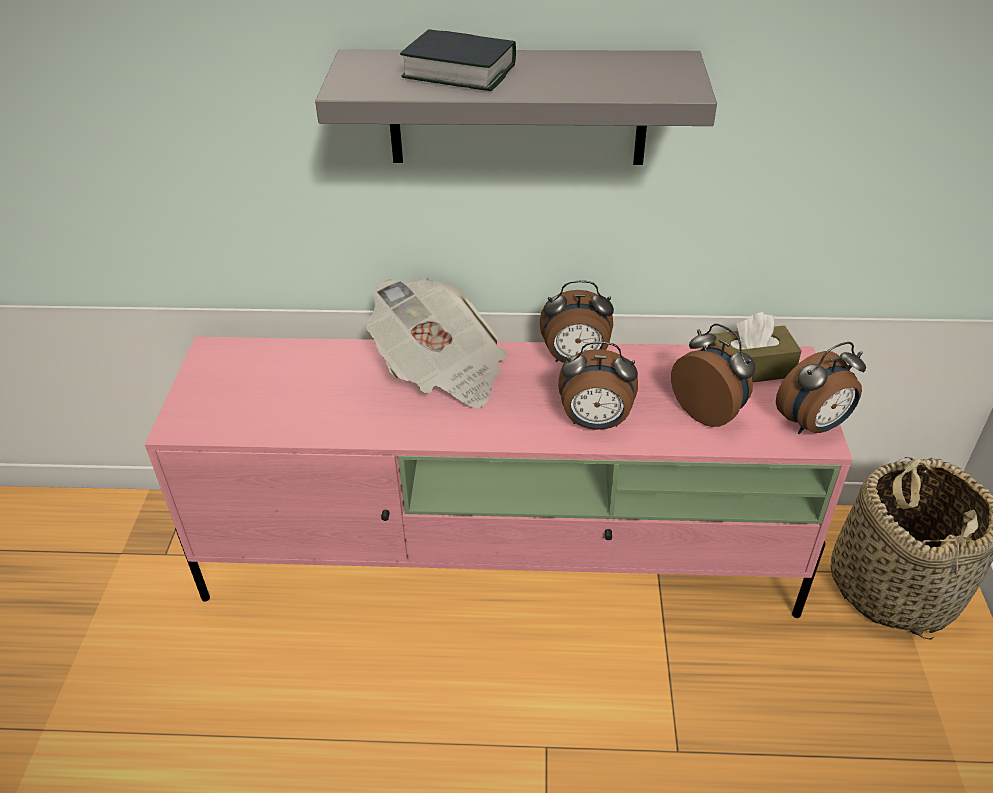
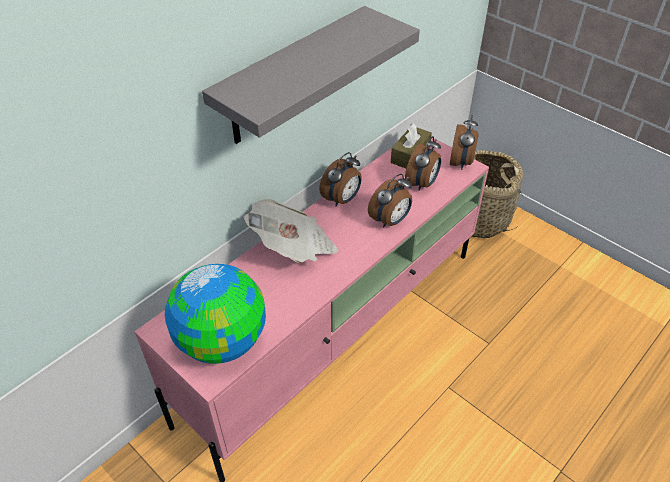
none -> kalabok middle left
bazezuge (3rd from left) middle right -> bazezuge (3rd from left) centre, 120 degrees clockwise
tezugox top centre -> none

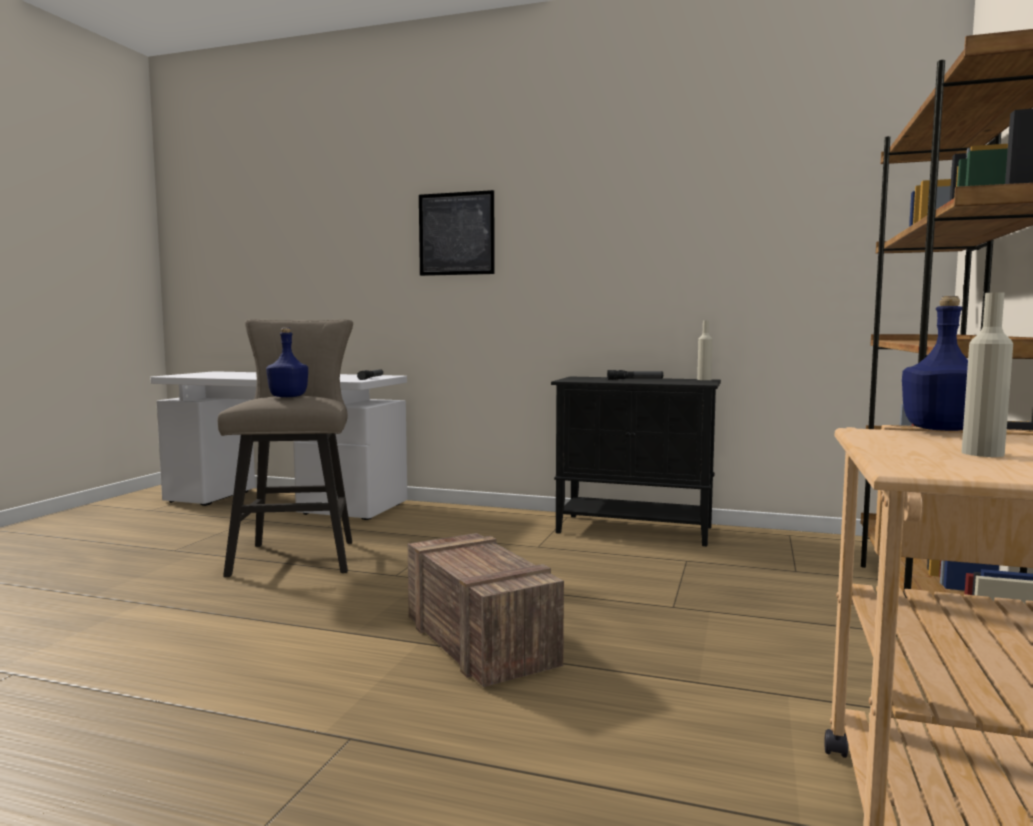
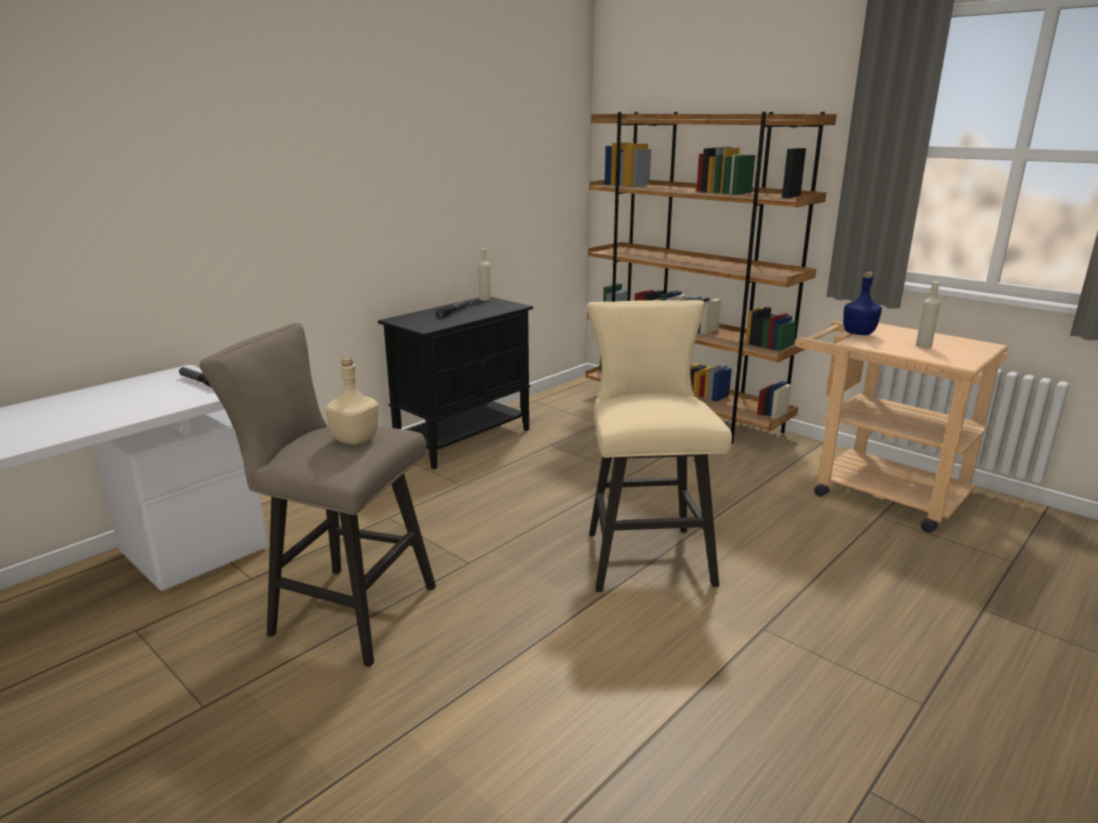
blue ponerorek (1st from left) middle left -> beige ponerorek (1st from left) middle left
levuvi bottom centre -> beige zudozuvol (2nd from left) centre
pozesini top centre -> none

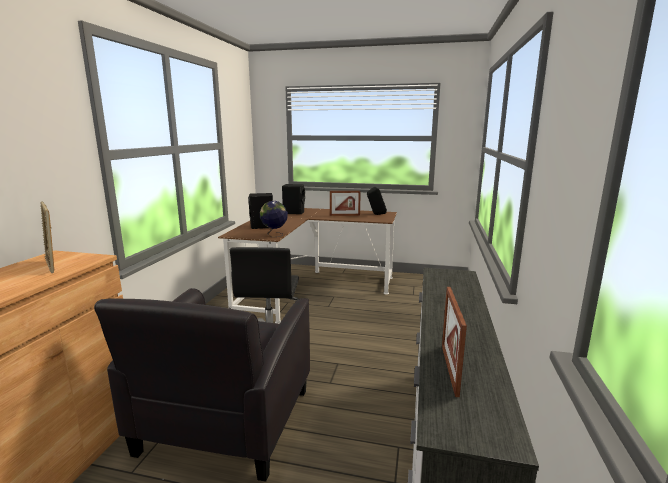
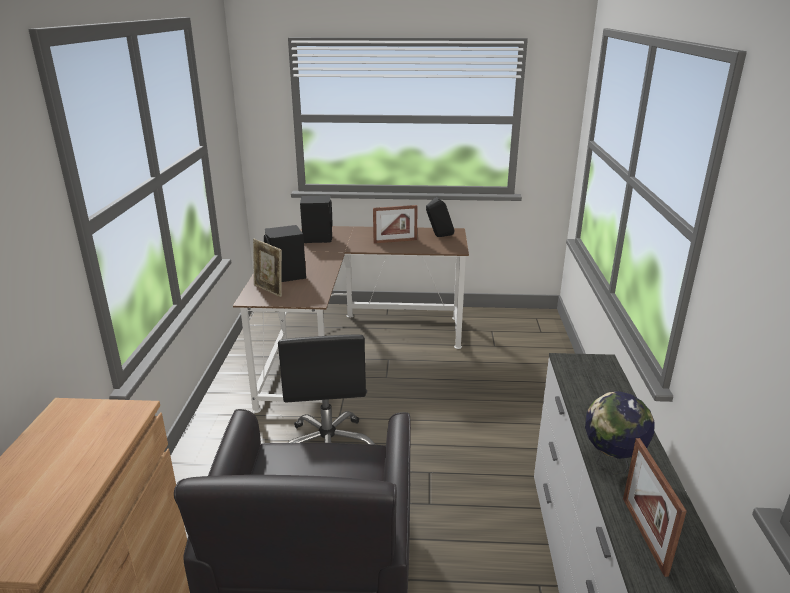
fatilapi (1st from left) middle left -> fatilapi (1st from left) centre, move
kalabok centre -> kalabok bottom right, move

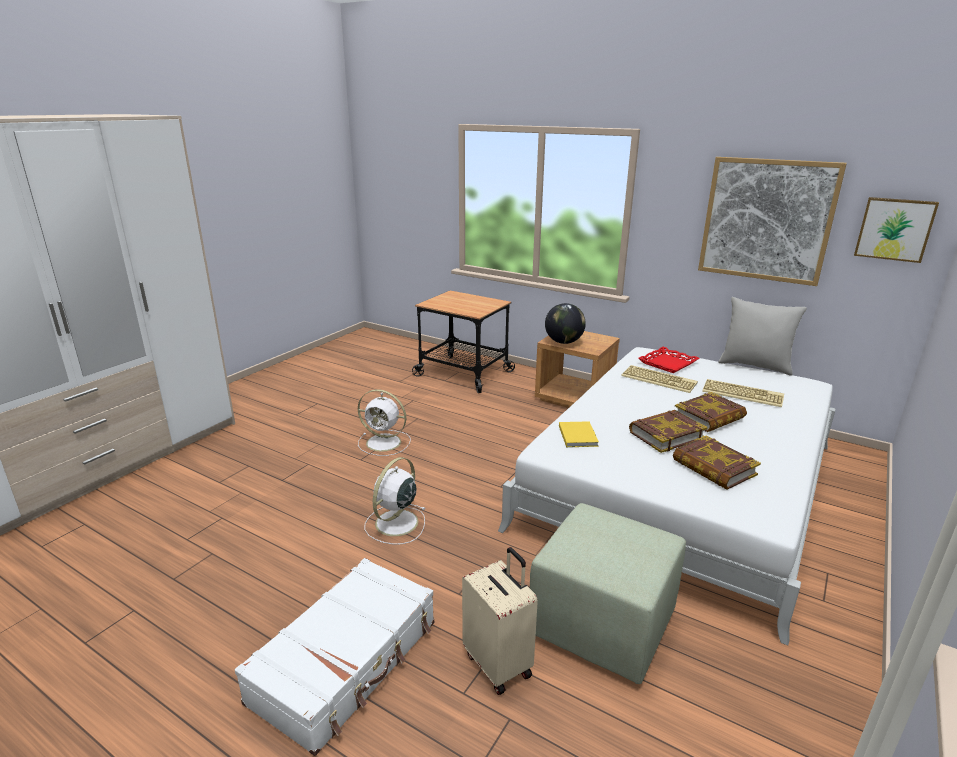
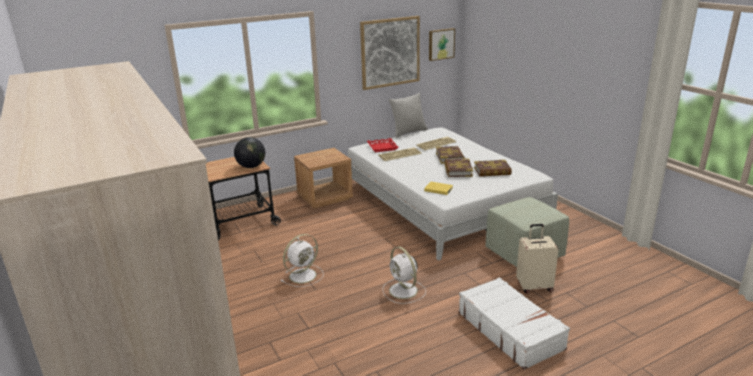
kalabok centre -> kalabok middle left, move

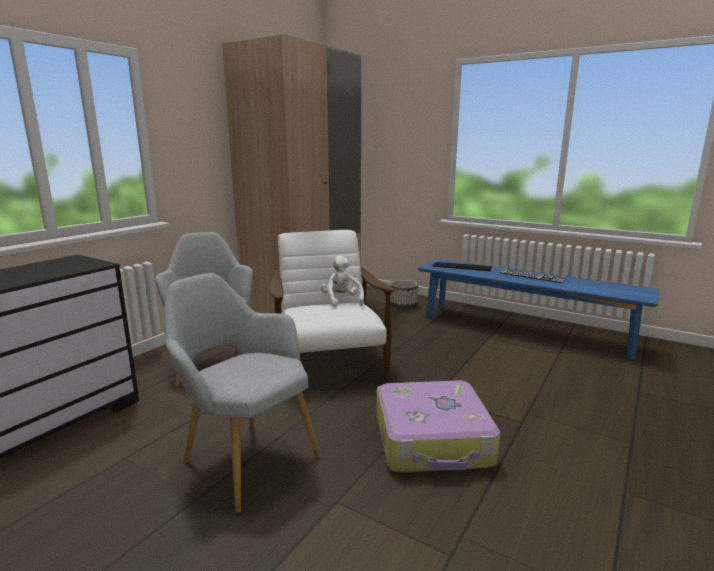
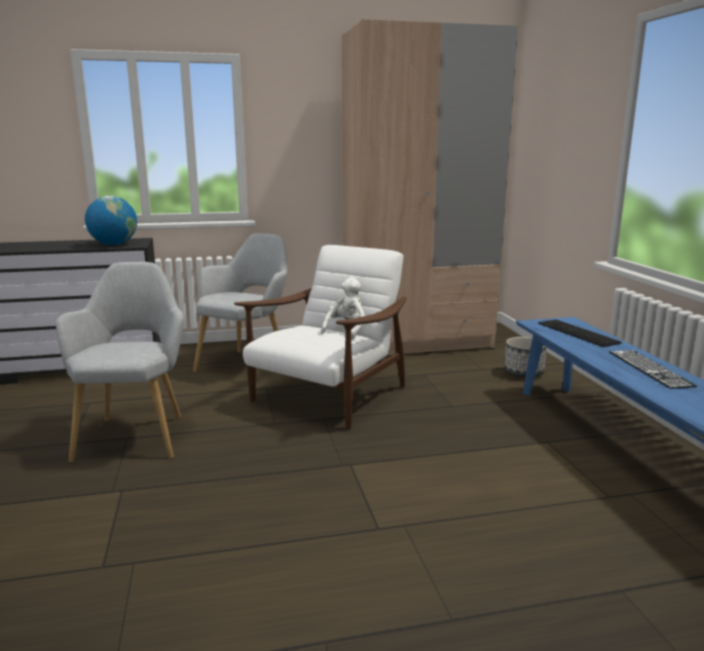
none -> kalabok middle left
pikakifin bottom centre -> none

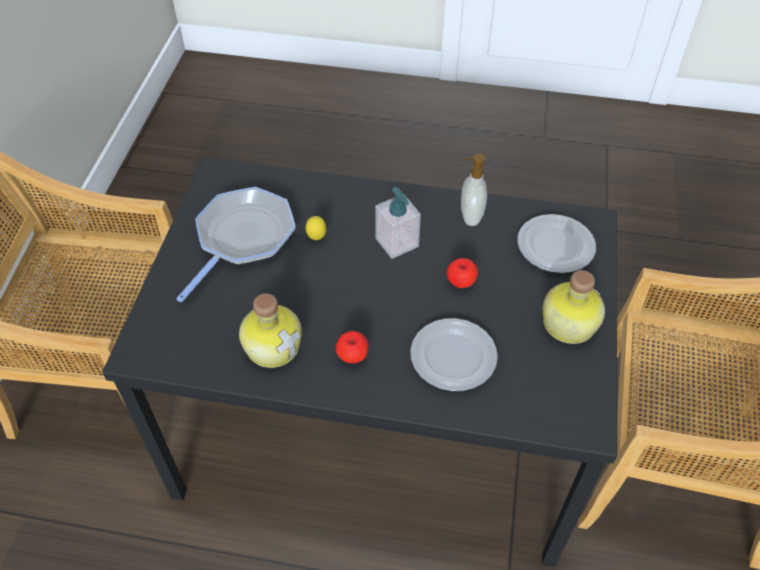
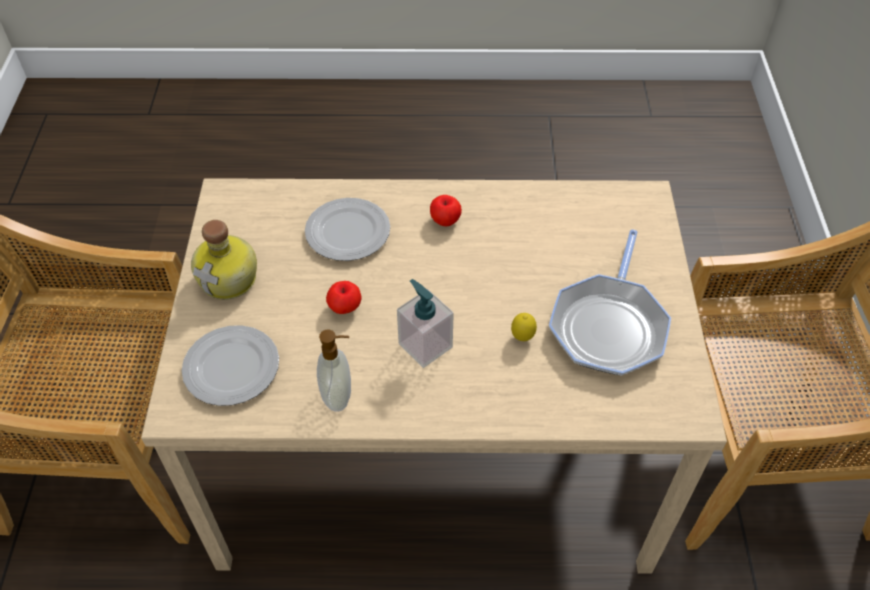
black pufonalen centre -> beige pufonalen centre
ponerorek (1st from left) centre -> none

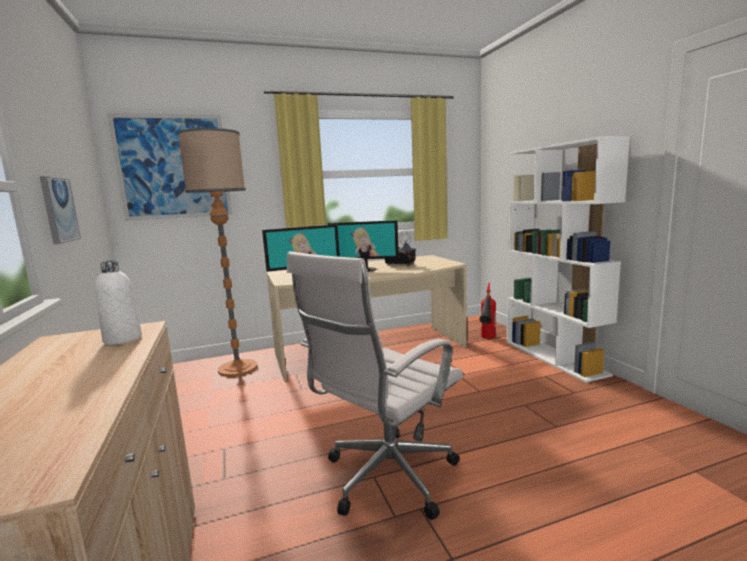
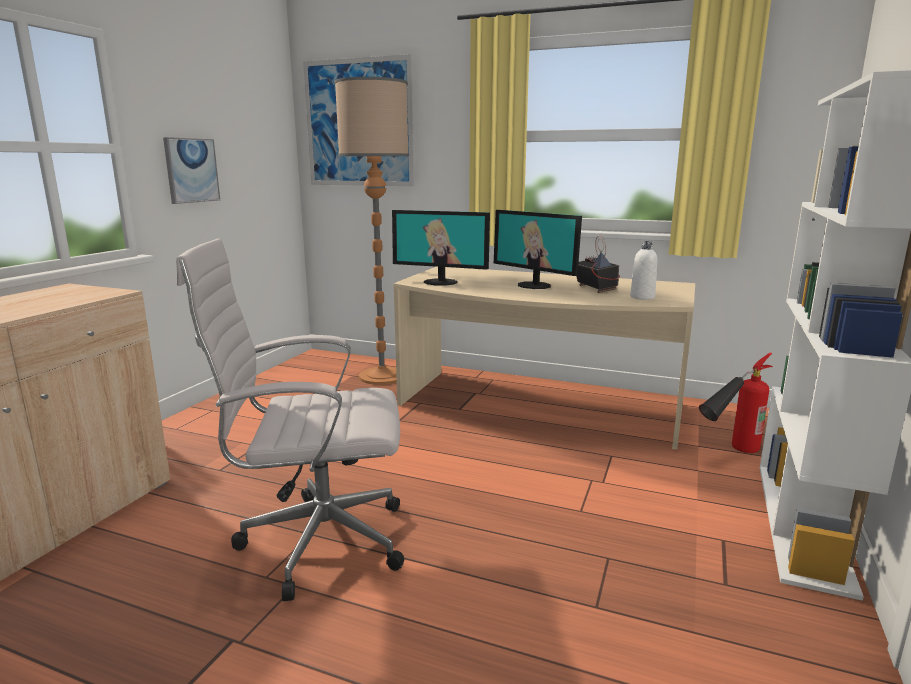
white ponerorek middle left -> white ponerorek middle right, move

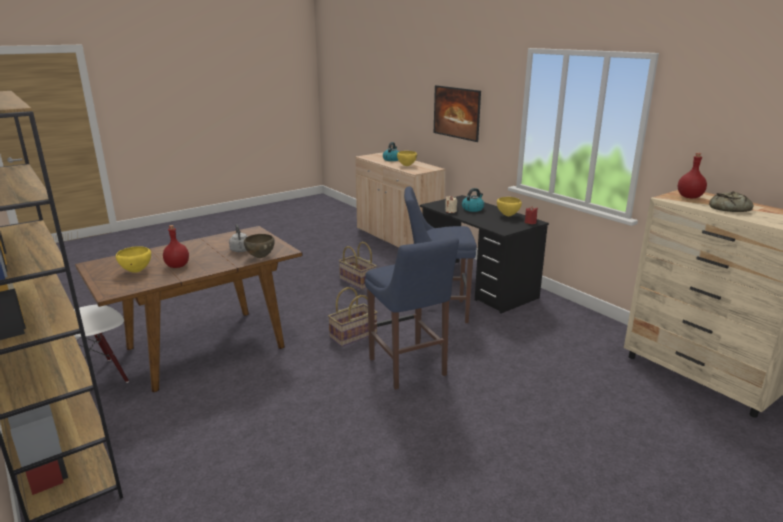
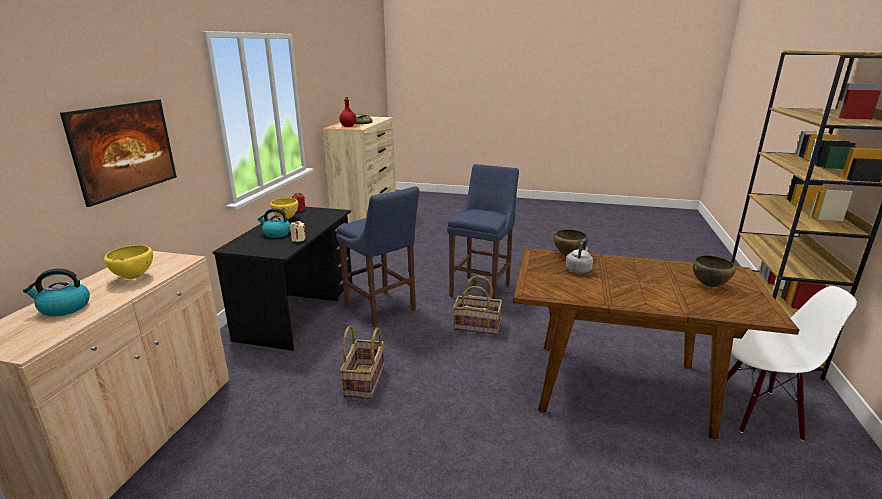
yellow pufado (1st from left) middle left -> brown pufado (2nd from left) middle right
red ponerorek (1st from left) middle left -> none

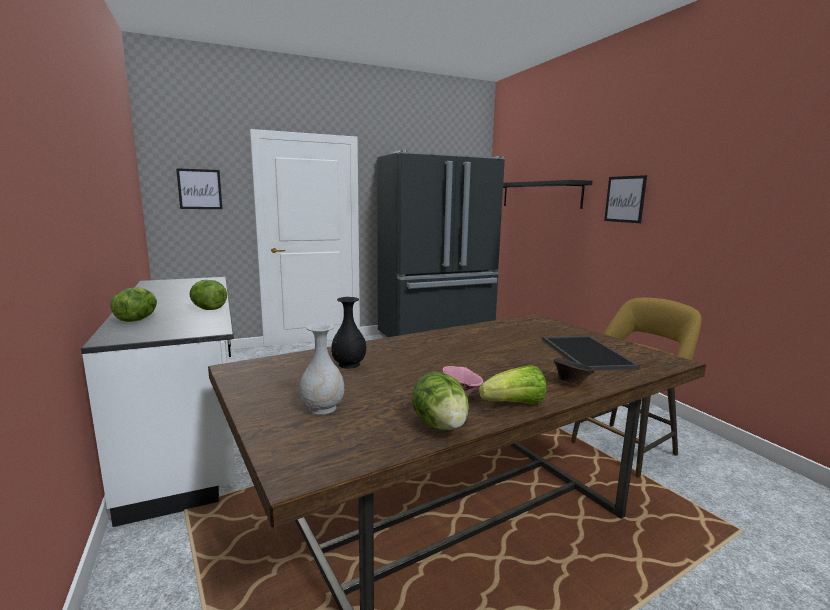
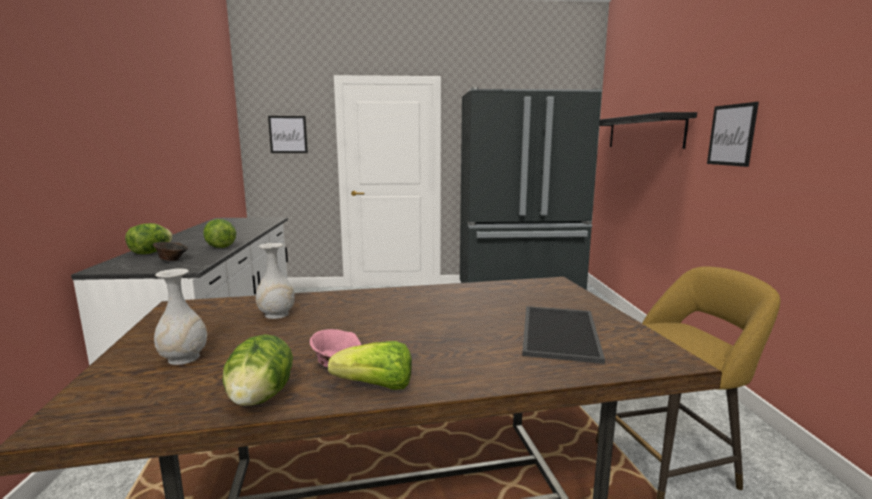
brown pufado middle right -> brown pufado middle left, move
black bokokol centre -> white bokokol (2nd from left) middle left

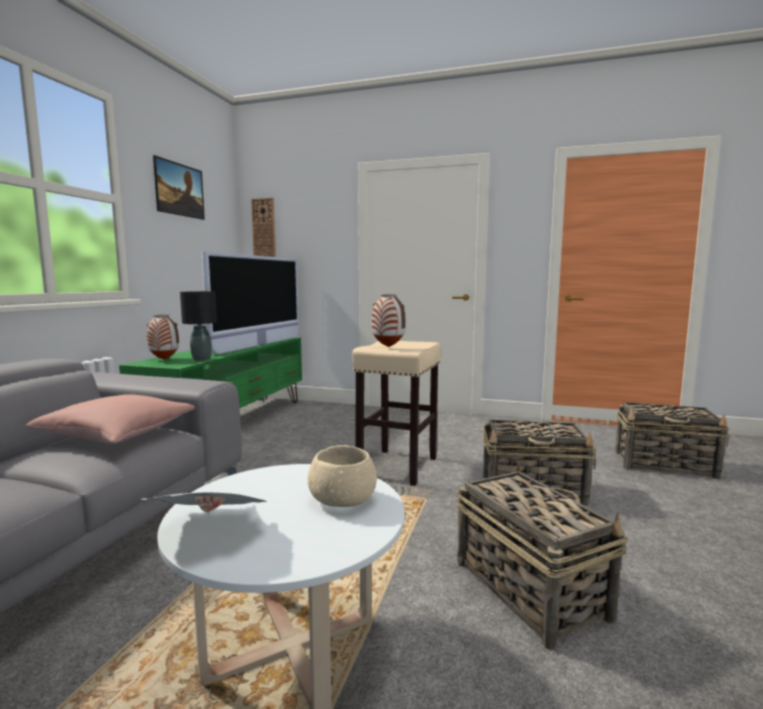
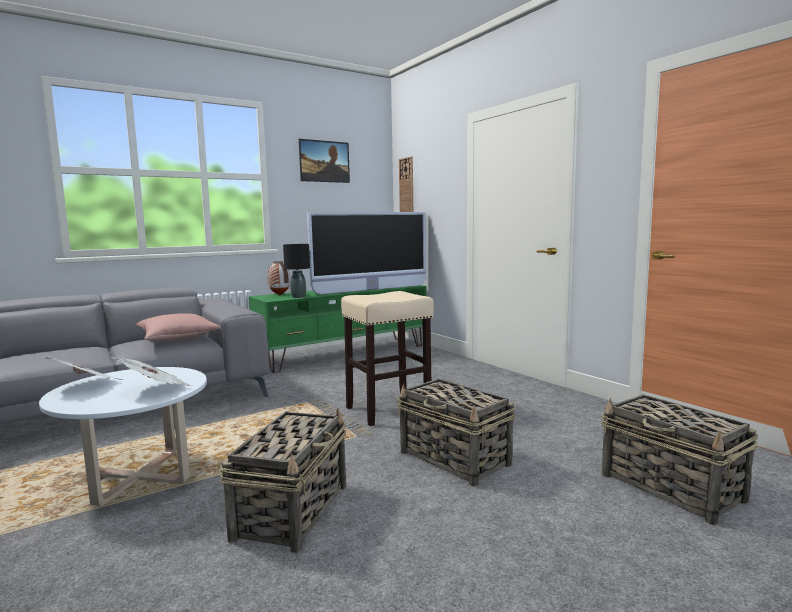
beige pufado bottom centre -> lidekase (2nd from left) middle left
bokokol (2nd from left) centre -> none

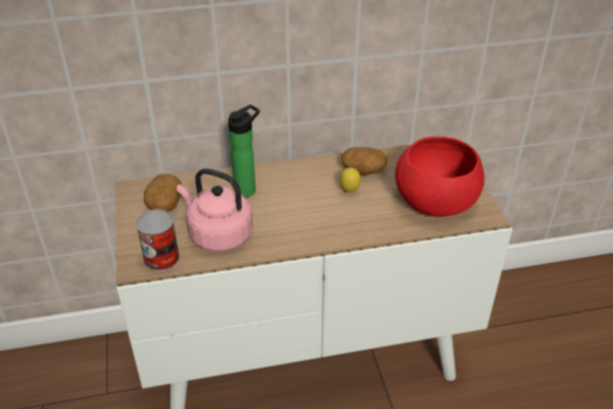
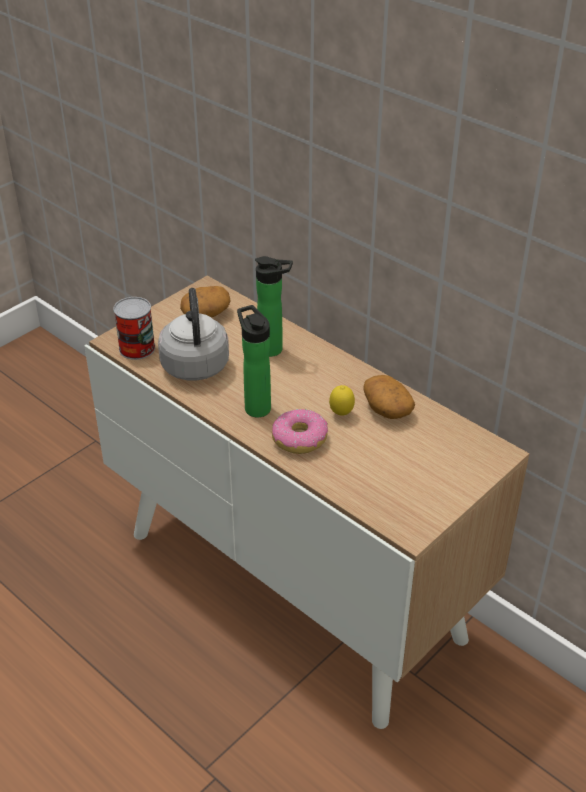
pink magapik centre -> grey magapik middle left
none -> ponerorek (1st from left) centre
none -> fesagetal centre
red pufado middle right -> none

